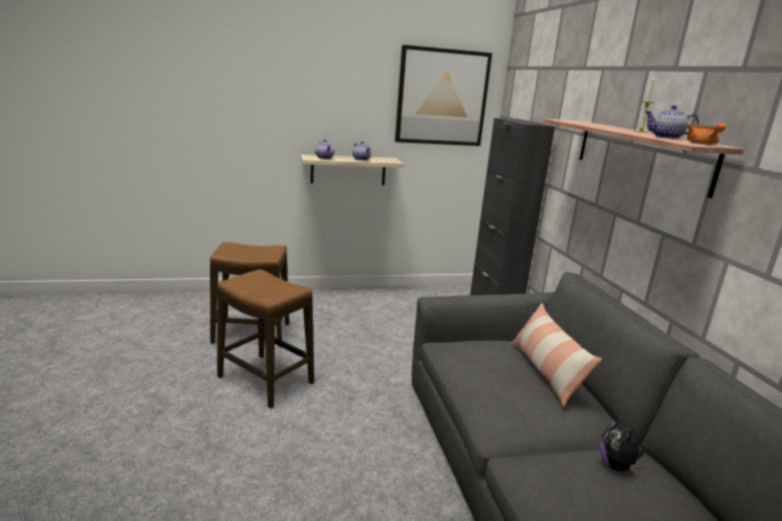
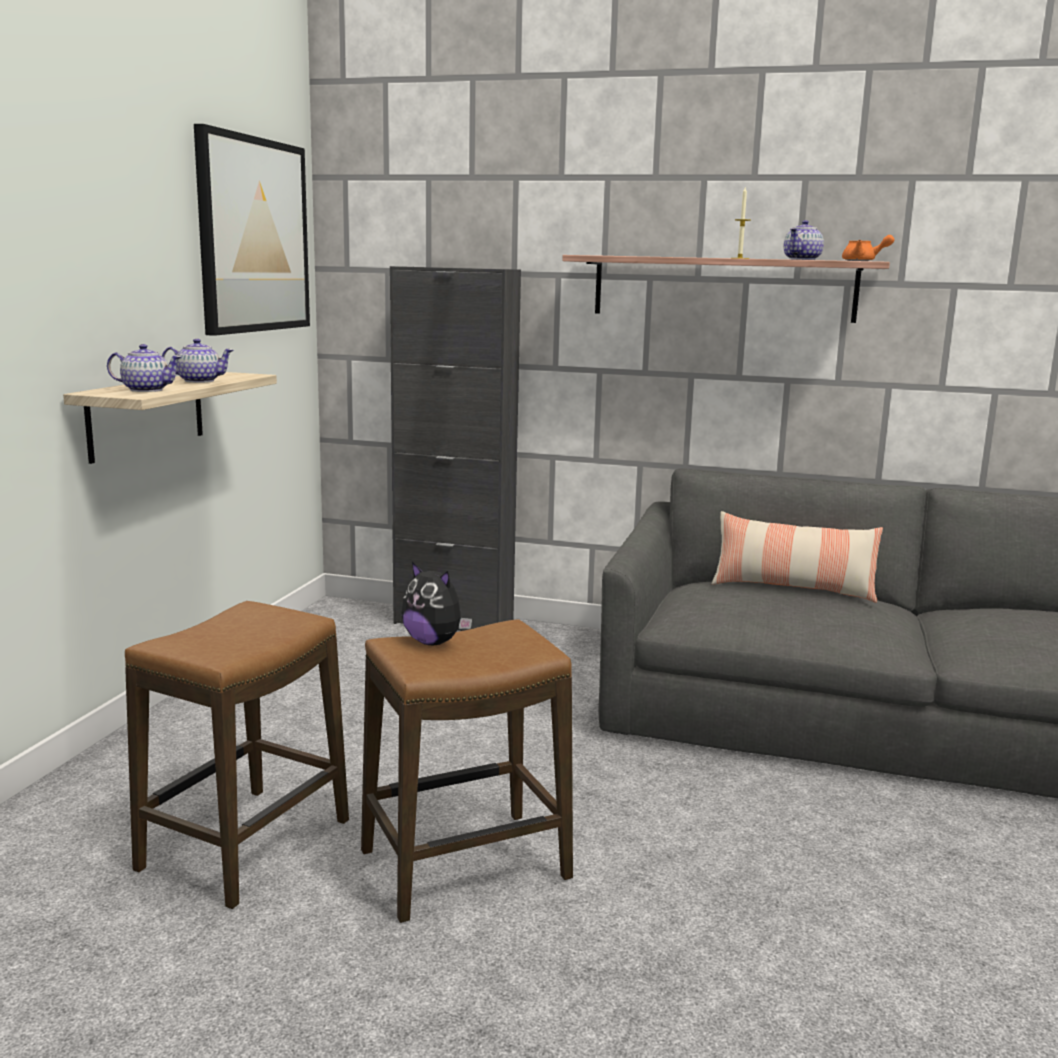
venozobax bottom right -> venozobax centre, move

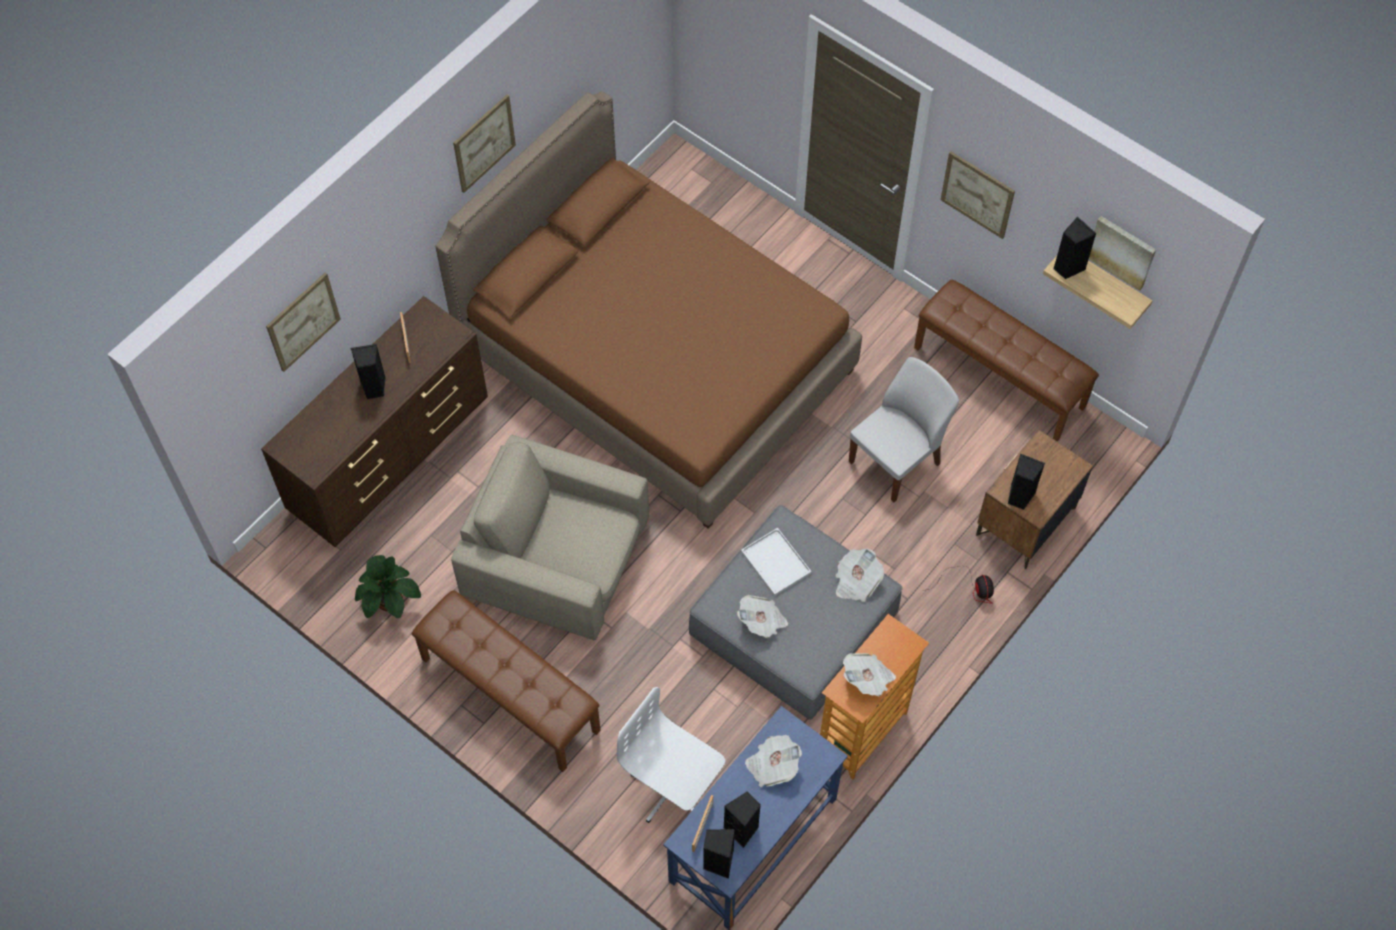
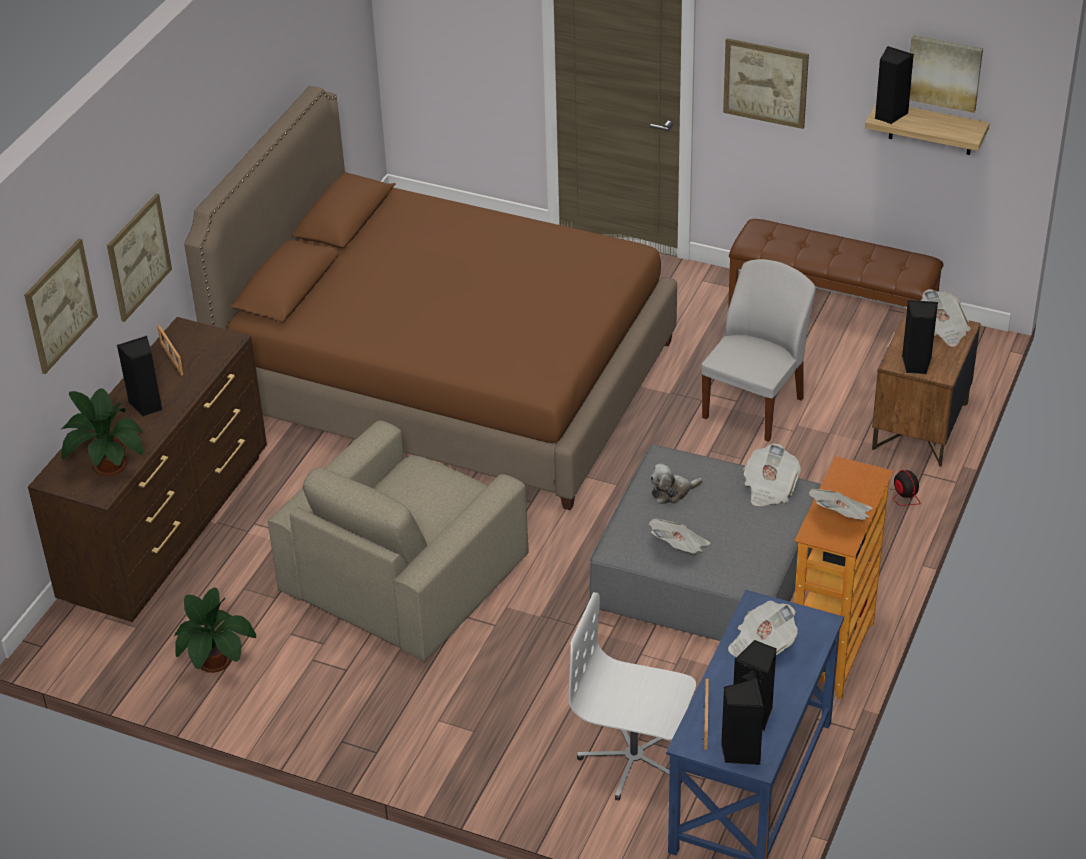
none -> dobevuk (1st from left) middle left
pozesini (2nd from left) top centre -> pozesini (2nd from left) top left, move
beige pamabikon centre, 60 degrees counterclockwise
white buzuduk centre -> venozobax centre
none -> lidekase (5th from left) middle right
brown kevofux (1st from left) bottom centre -> none

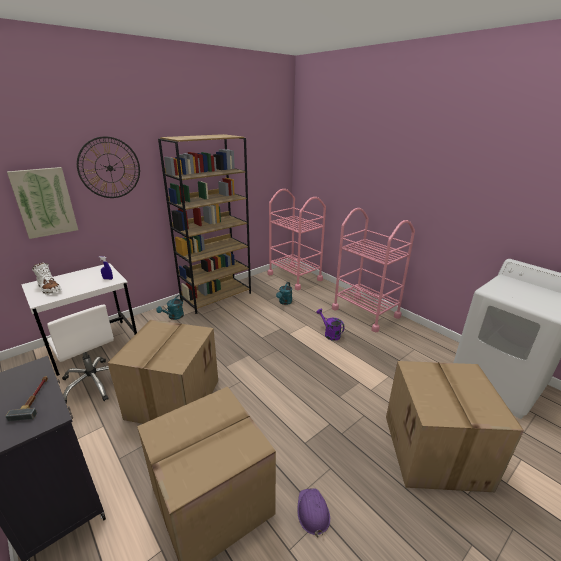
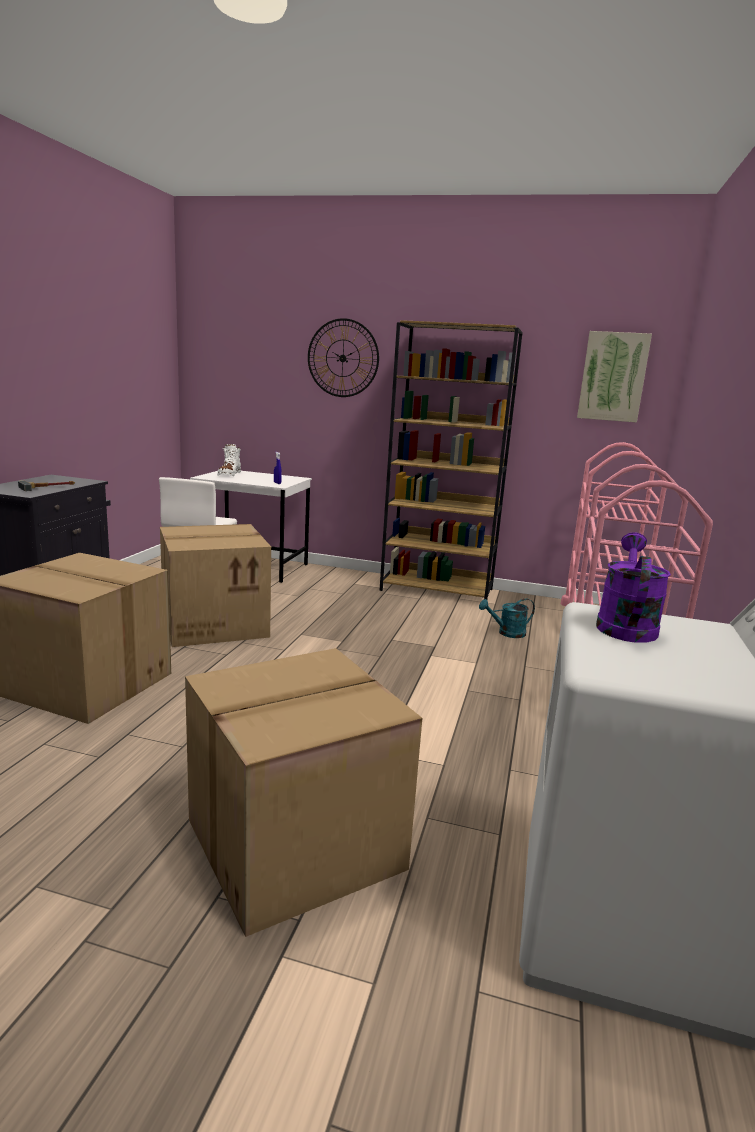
pozesini middle left -> pozesini top right, move
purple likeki centre -> purple likeki middle right, move
turquoise likeki (1st from left) middle left -> none
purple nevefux bottom centre -> none

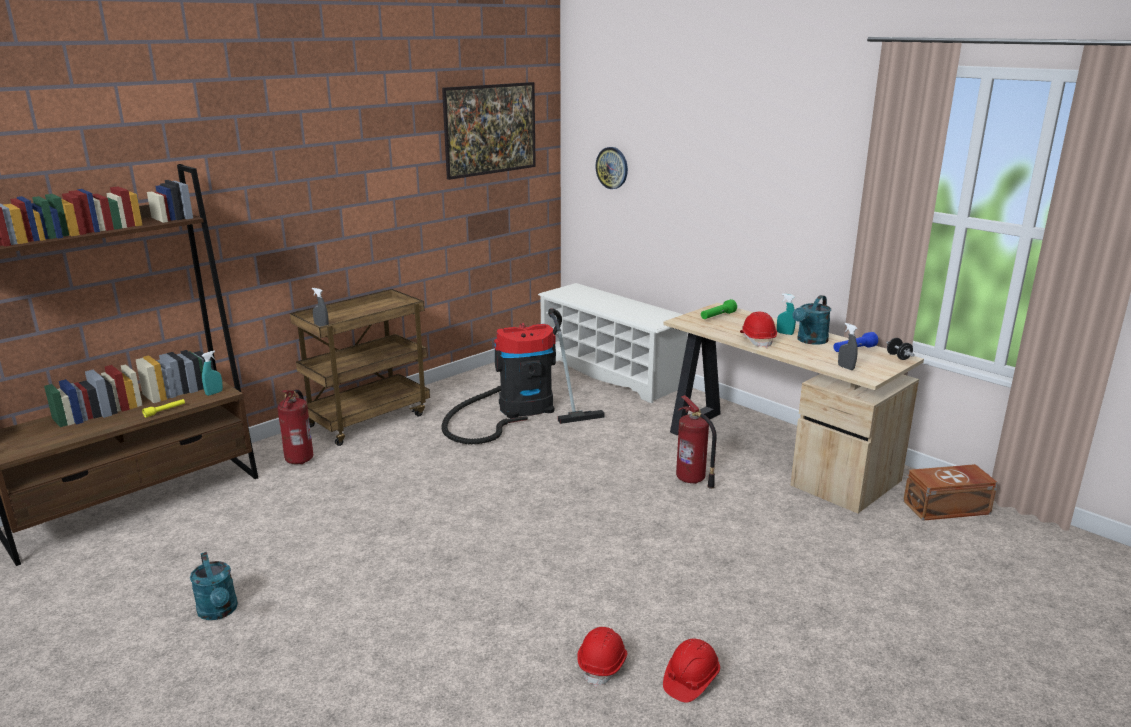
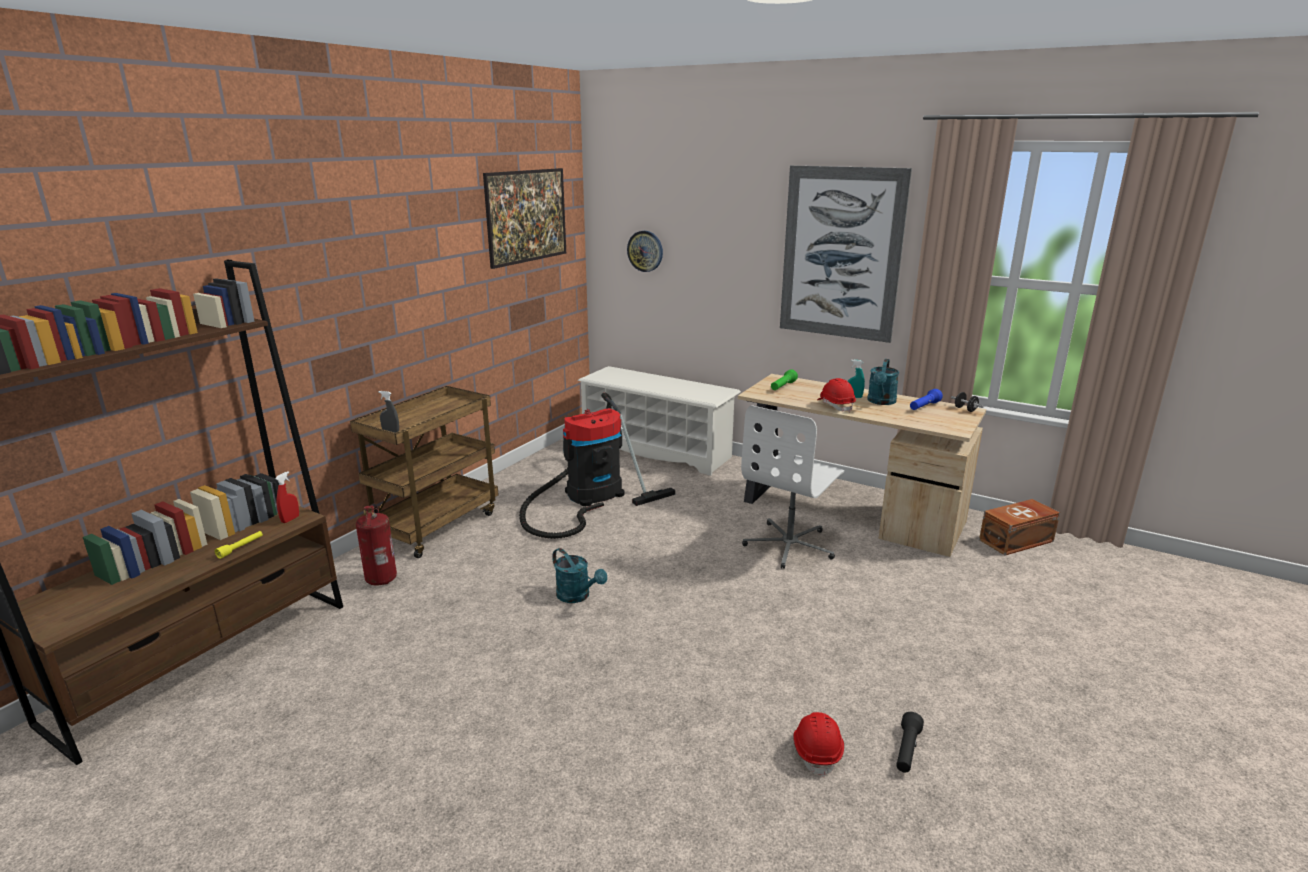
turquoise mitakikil (1st from left) middle left -> red mitakikil middle left
turquoise likeki (1st from left) bottom left -> turquoise likeki (1st from left) centre, move
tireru (2nd from left) centre -> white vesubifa centre
none -> pozesini (2nd from left) top centre
red nevefux (2nd from left) bottom centre -> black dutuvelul bottom right
grey mitakikil (2nd from left) middle right -> none

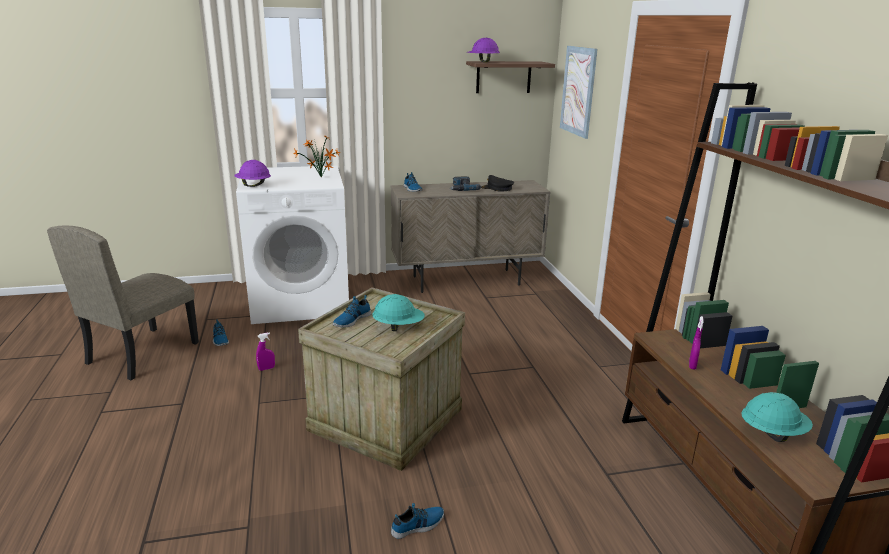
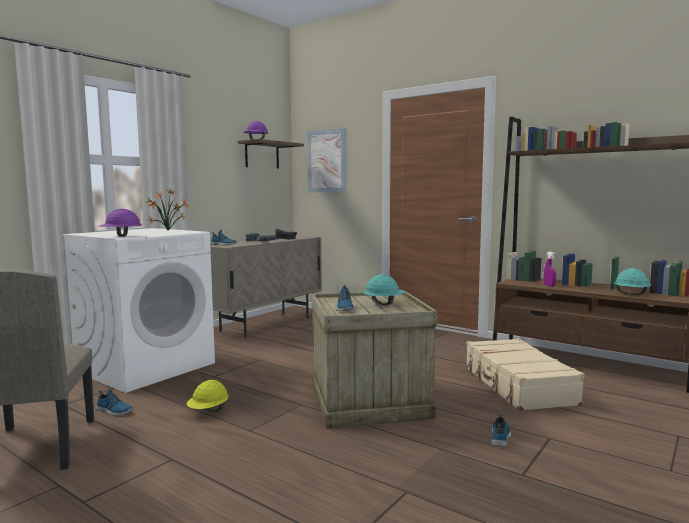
purple mitakikil (1st from left) middle left -> yellow nevefux bottom left
none -> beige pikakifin bottom right

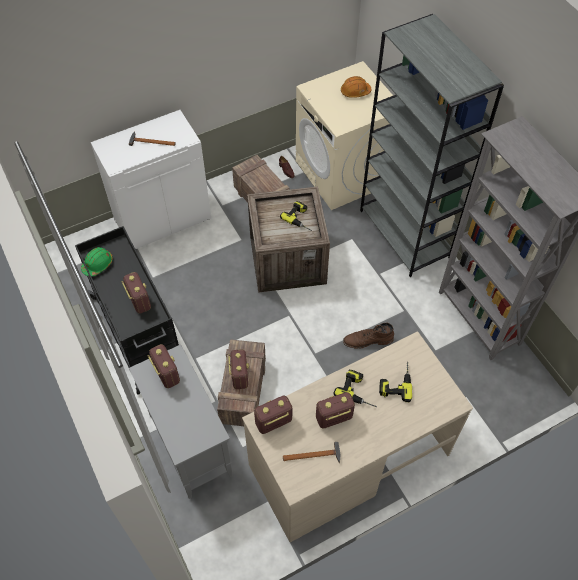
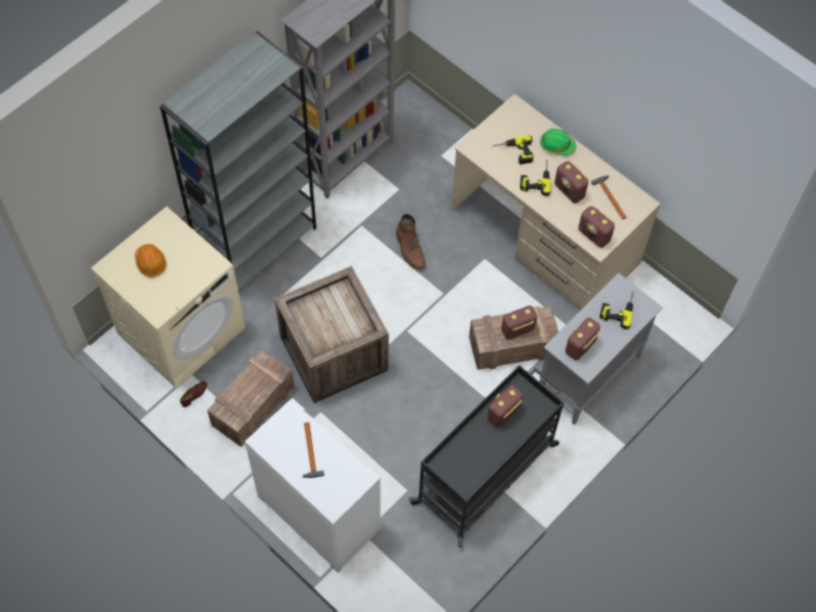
green nevefux middle left -> green nevefux top right, move
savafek (1st from left in the first image) centre -> savafek (3rd from left) middle right, move

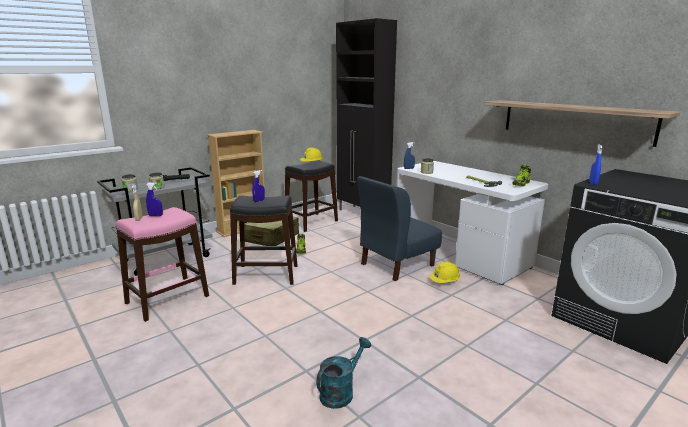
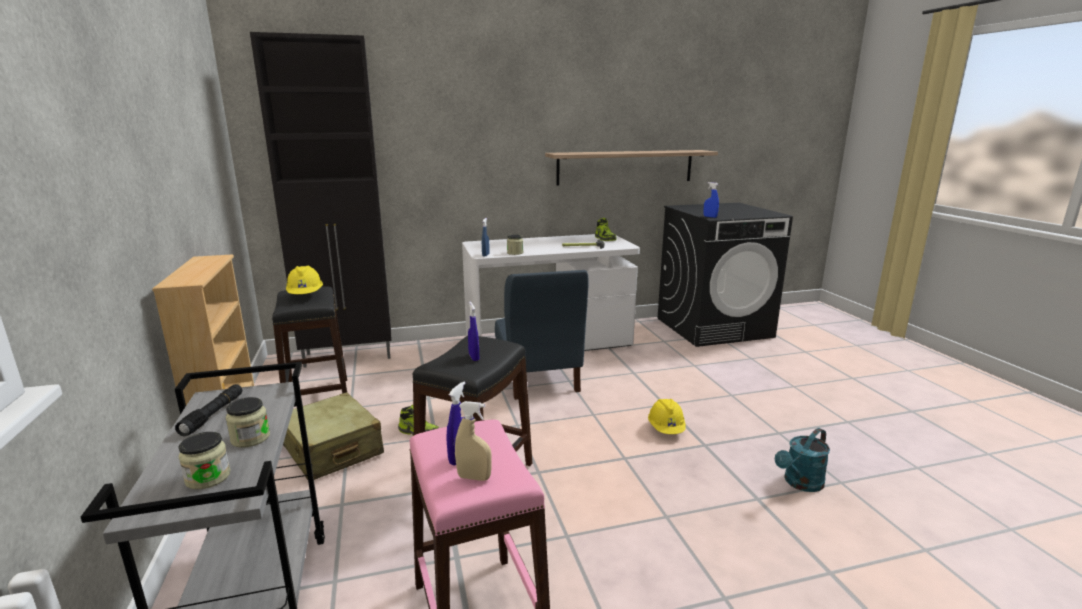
yellow nevefux (2nd from left) centre -> yellow nevefux (2nd from left) bottom centre, move
turquoise likeki bottom centre -> turquoise likeki bottom right, 105 degrees counterclockwise

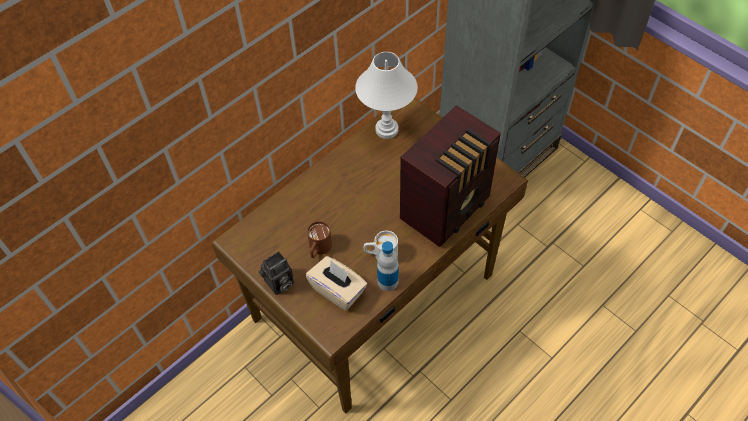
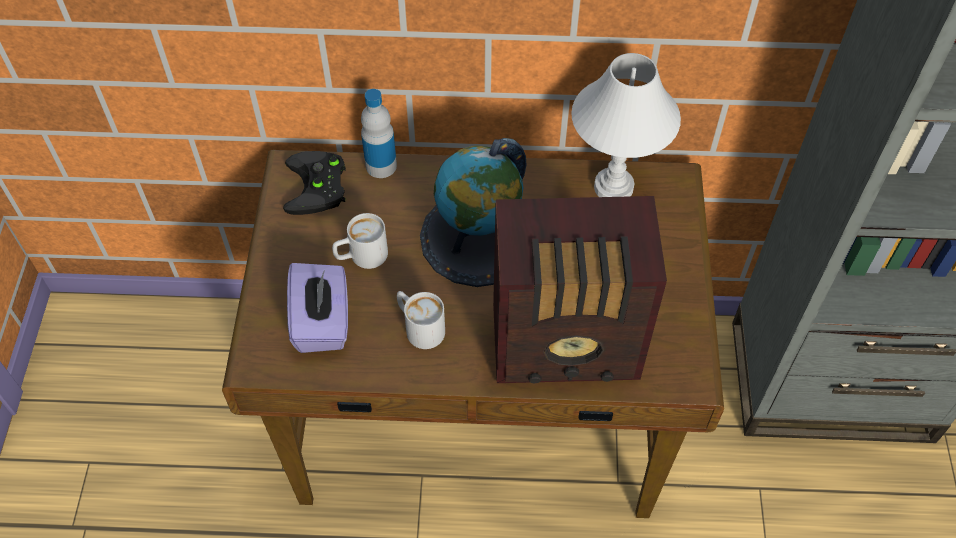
none -> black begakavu middle left
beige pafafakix bottom centre -> purple pafafakix middle left
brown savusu centre -> white savusu (1st from left) centre
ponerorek centre -> ponerorek top centre, move
none -> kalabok centre
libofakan centre -> none

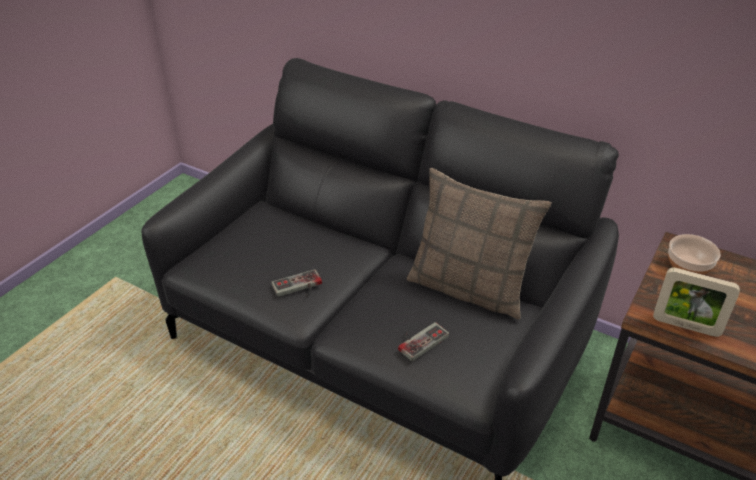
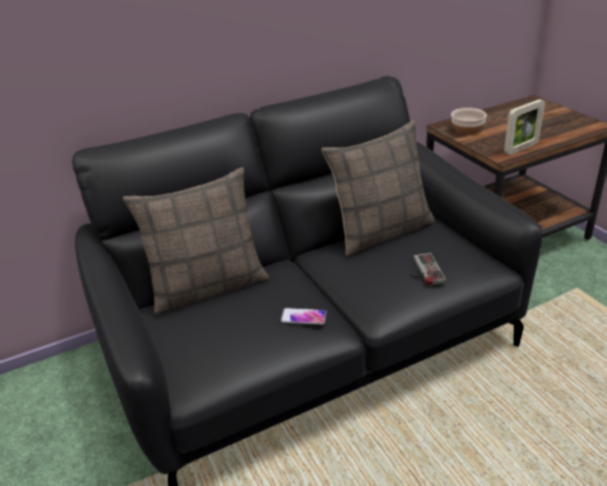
none -> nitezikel (1st from left) middle left
begakavu (1st from left) centre -> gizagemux centre

